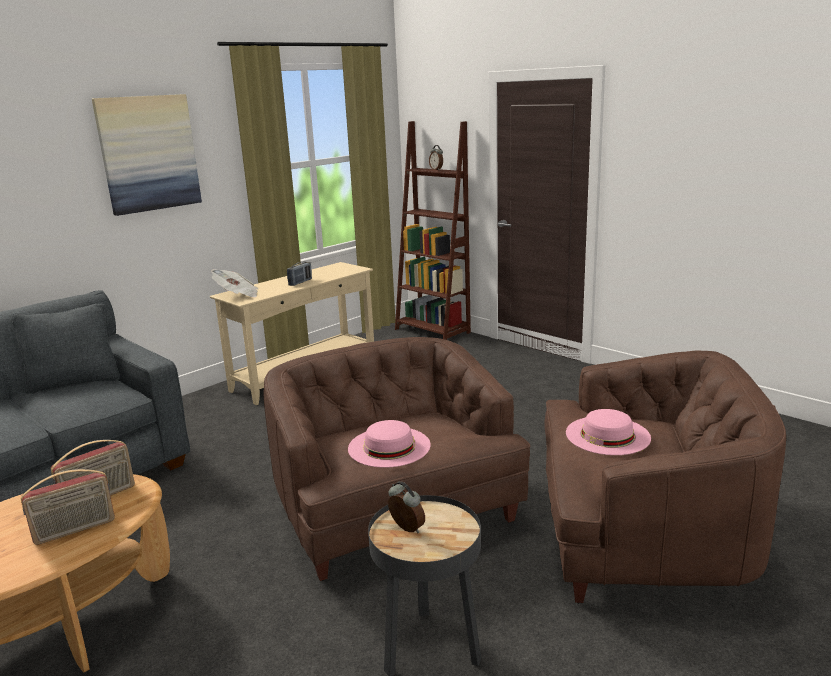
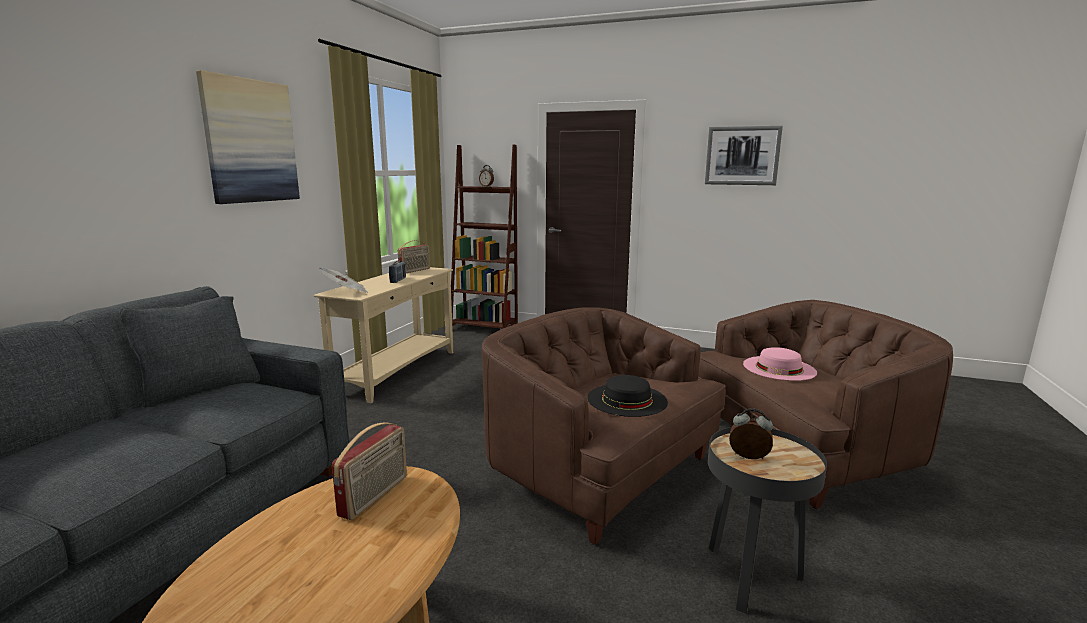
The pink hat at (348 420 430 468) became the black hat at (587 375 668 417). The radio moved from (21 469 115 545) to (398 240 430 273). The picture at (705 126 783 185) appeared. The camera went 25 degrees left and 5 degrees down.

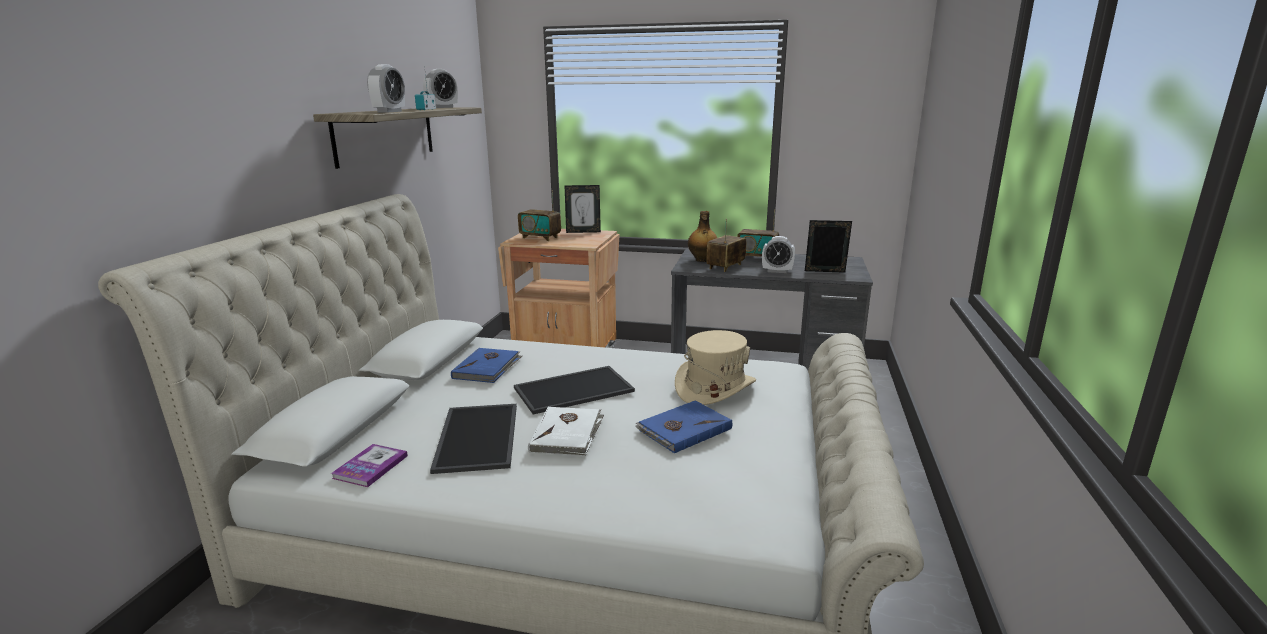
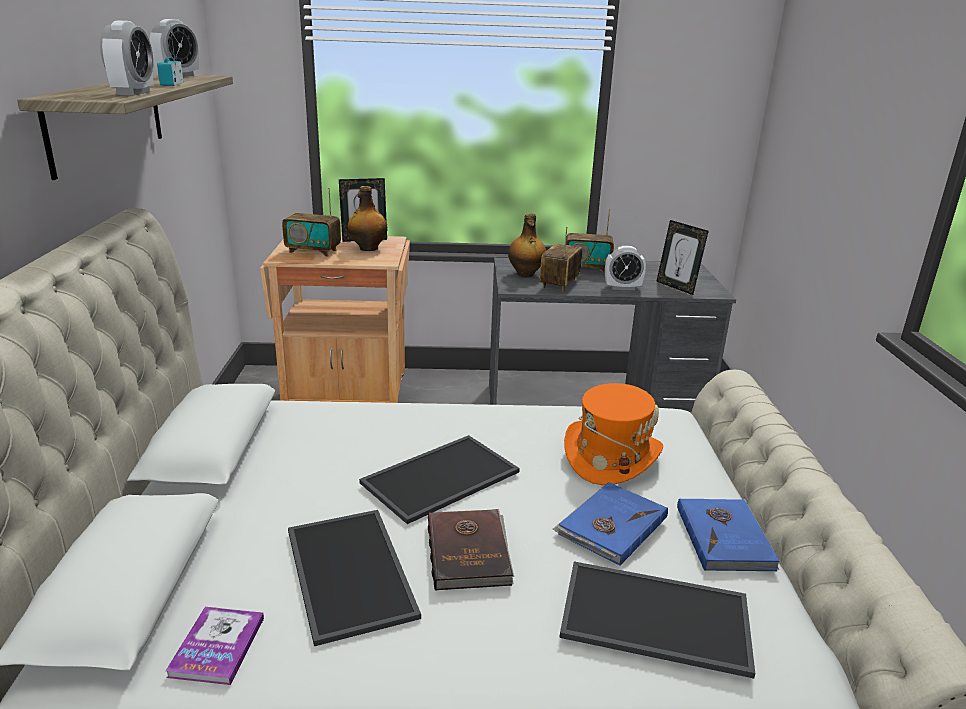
The picture frame at (805 220 852 273) turned 120 degrees counterclockwise. The beige hat at (675 330 756 405) became the orange hat at (564 383 663 485). The blue book moved from (451 348 522 383) to (677 498 781 571). The white book at (528 407 604 457) became the brown book at (428 509 514 591). The bottle at (347 186 387 251) appeared. The tray at (559 561 756 679) appeared. The camera went 15 degrees left and 5 degrees up.

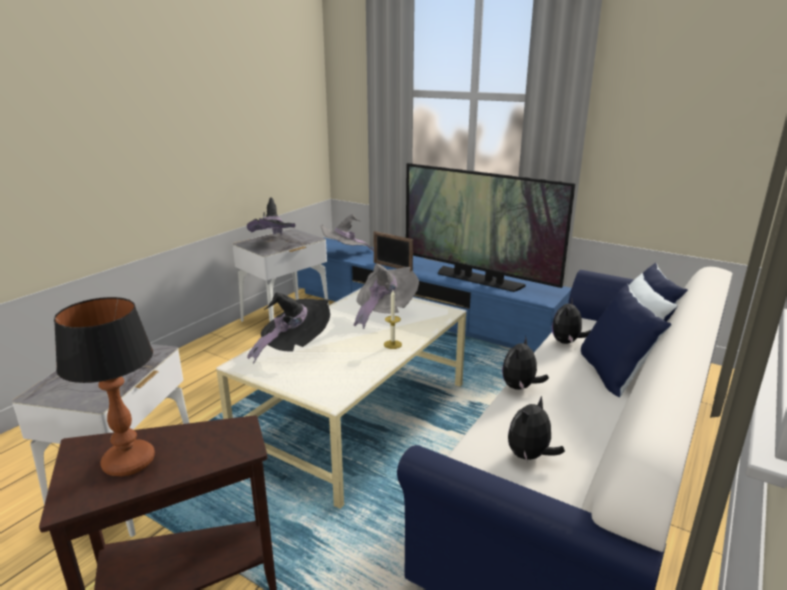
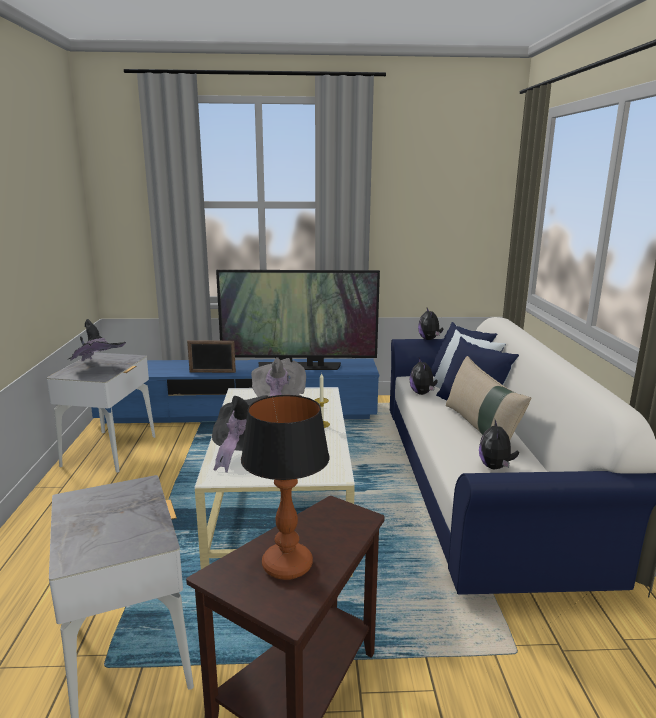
The grey hat at (320 214 374 252) disappeared. The plush toy moved from (502 336 549 390) to (418 308 443 340). The beige pillow at (446 356 531 439) appeared. The camera went 35 degrees left and 5 degrees down.

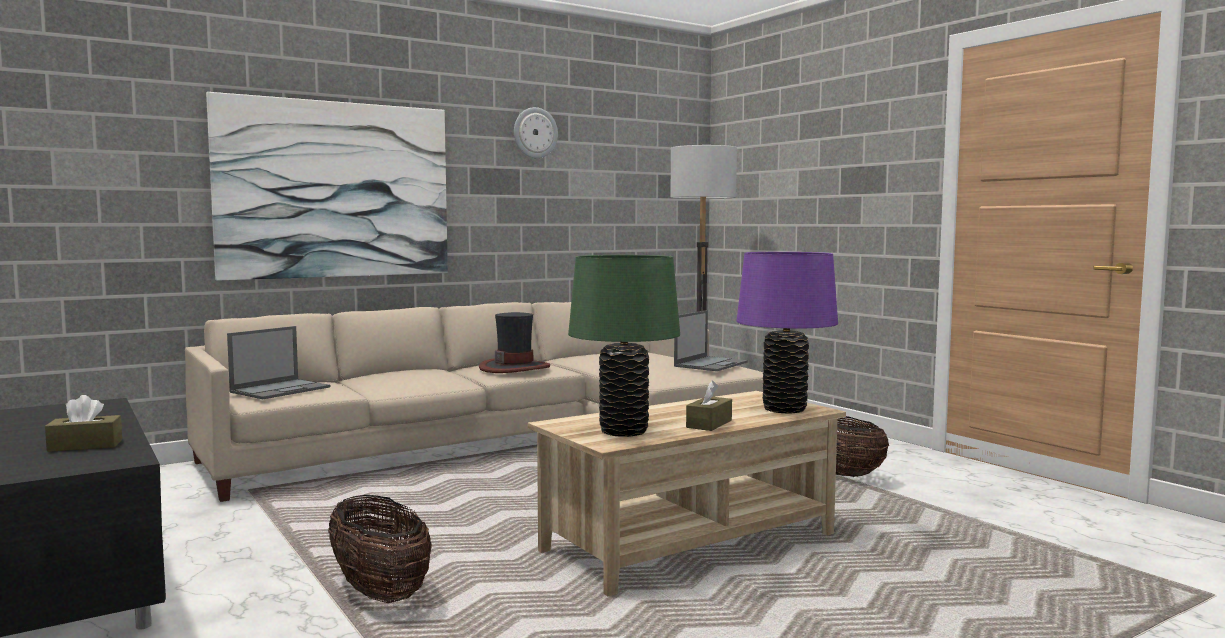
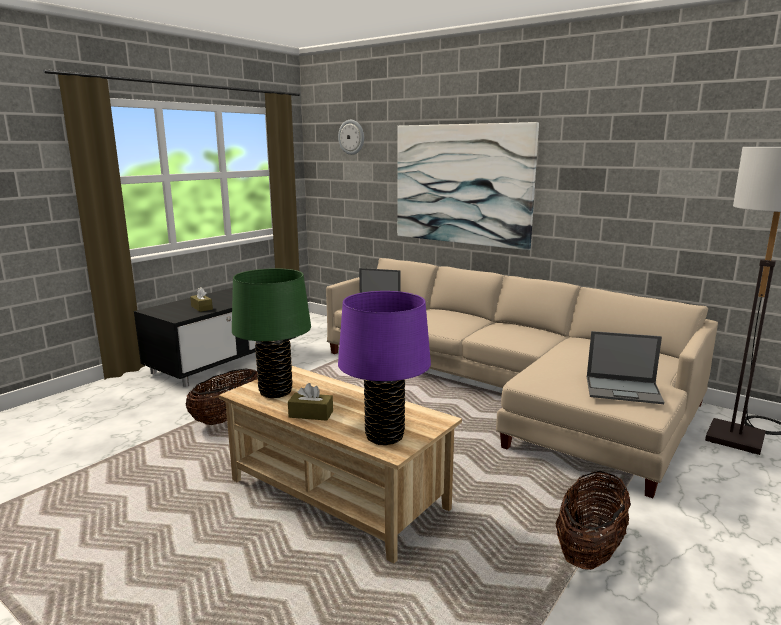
The wall clock moved from (514 107 558 158) to (338 120 364 155). The hat at (479 312 550 373) disappeared. The camera went 70 degrees right and 10 degrees up.

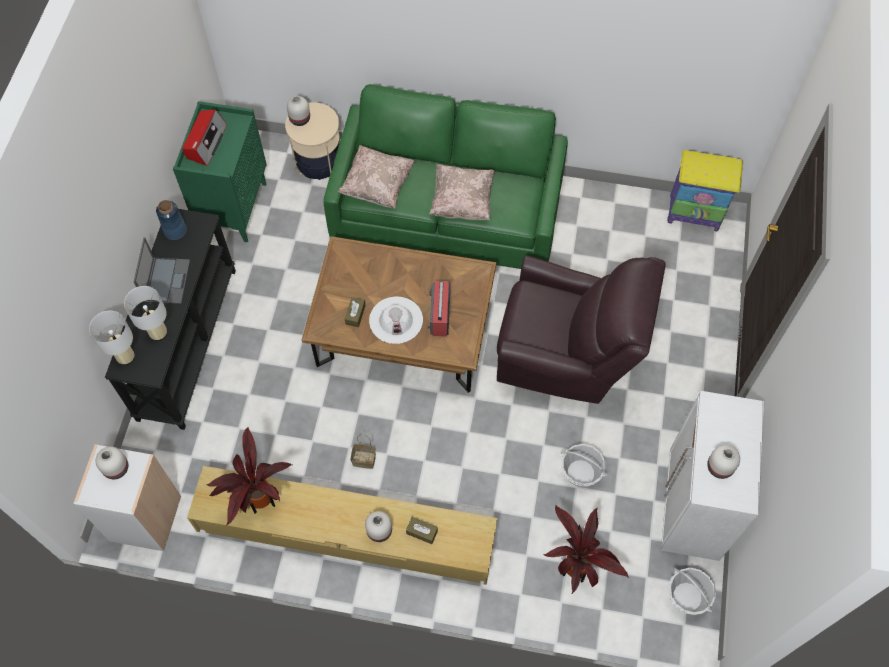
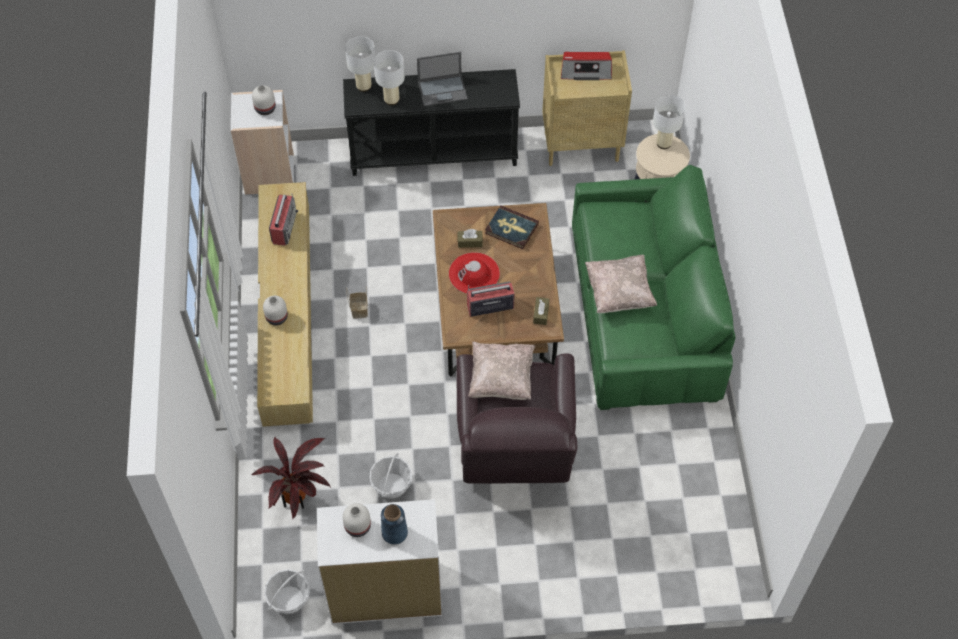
The white vase at (287 96 310 126) was replaced by the white table lamp at (653 95 685 149). The green cabinet at (173 101 267 242) became the beige cabinet at (542 50 632 166). The beige pillow moved from (338 145 415 209) to (468 342 535 400). The nightstand at (667 150 743 231) disappeared. The blue vase moved from (156 200 187 240) to (381 504 408 545). The white hat at (369 297 423 344) became the red hat at (449 252 500 294). The potted plant at (207 426 292 525) was replaced by the radio at (269 194 298 246). The brown tissue box moved from (406 517 438 544) to (533 297 549 325). The book at (485 205 539 249) appeared. The camera went 75 degrees right and 5 degrees down.

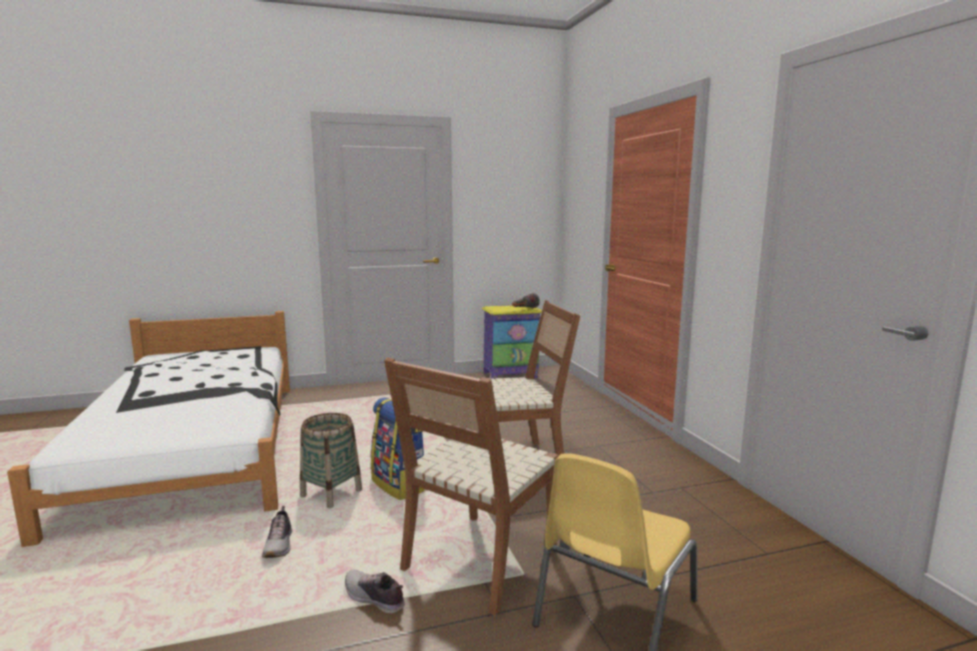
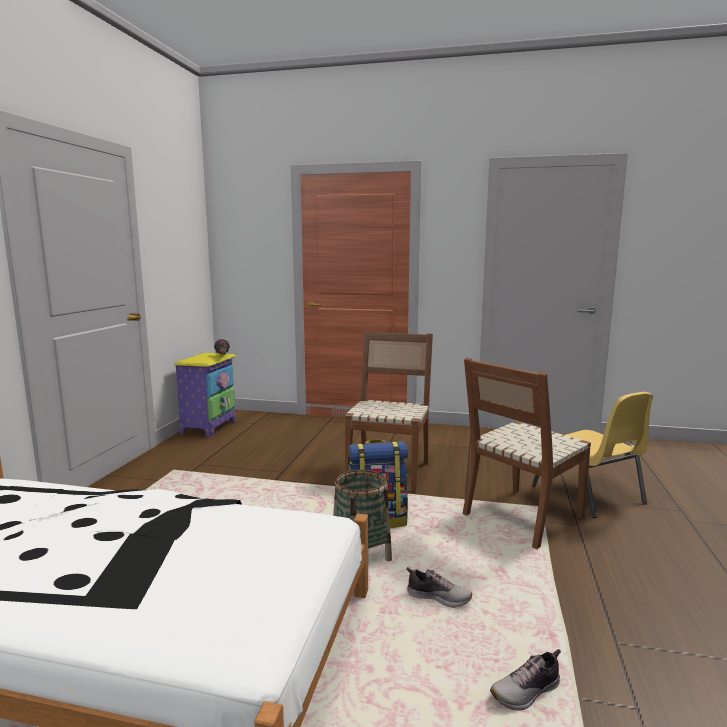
The chair at (384 357 559 616) turned 75 degrees clockwise. The shoe moved from (345 570 405 614) to (490 649 561 711). The camera went 60 degrees left and 0 degrees up.

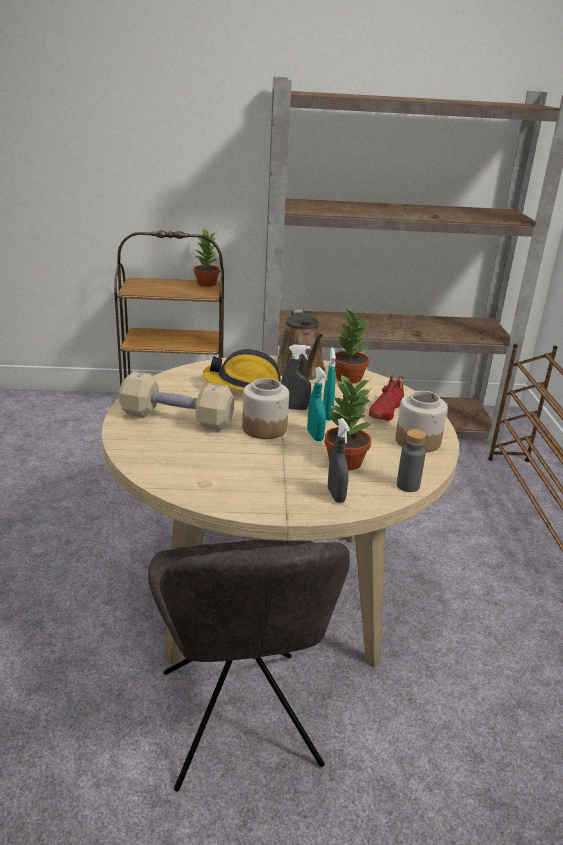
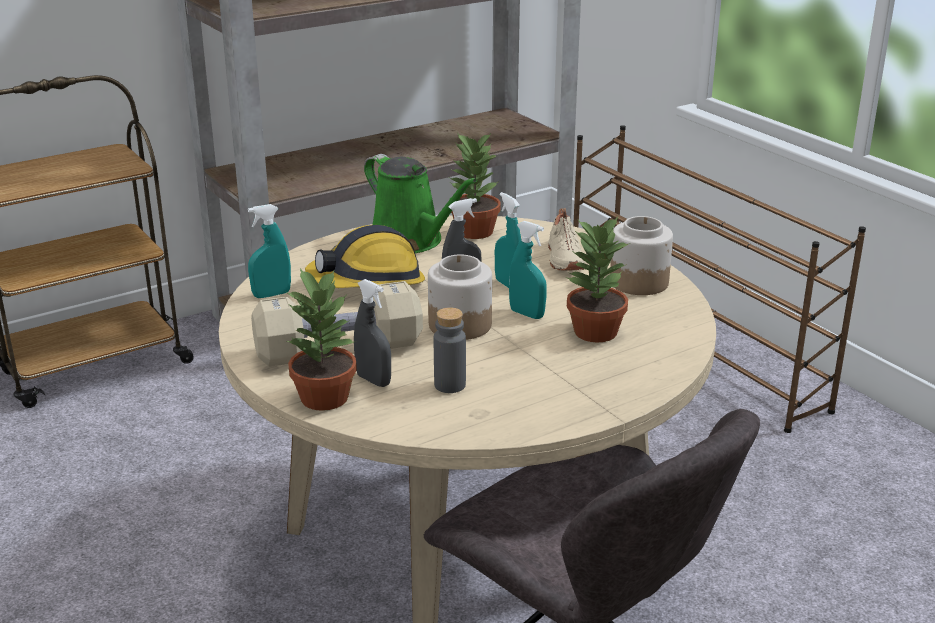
The potted plant moved from (194 228 220 287) to (285 268 357 411). The brown watering can at (277 309 325 380) became the green watering can at (364 154 477 253). The red shoe at (369 374 404 421) became the beige shoe at (548 208 585 271). The grey spray bottle moved from (328 418 350 503) to (354 279 391 387). The grey bottle moved from (397 429 426 492) to (434 307 466 393). The turquoise spray bottle at (248 204 291 298) appeared. The camera went 30 degrees left and 0 degrees up.

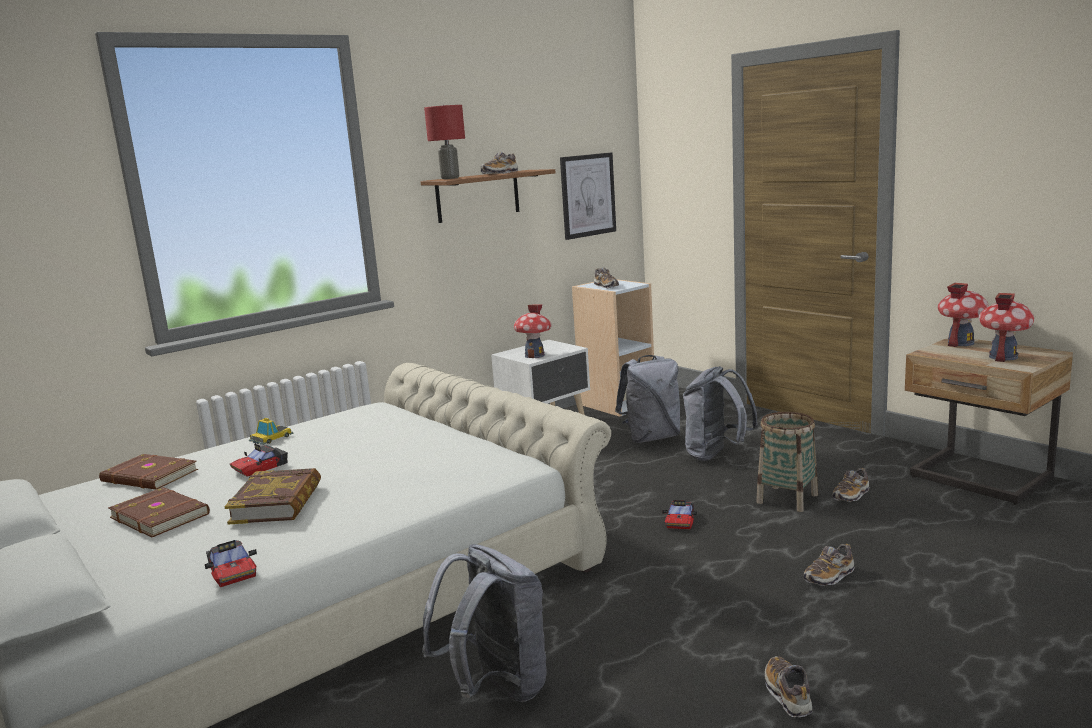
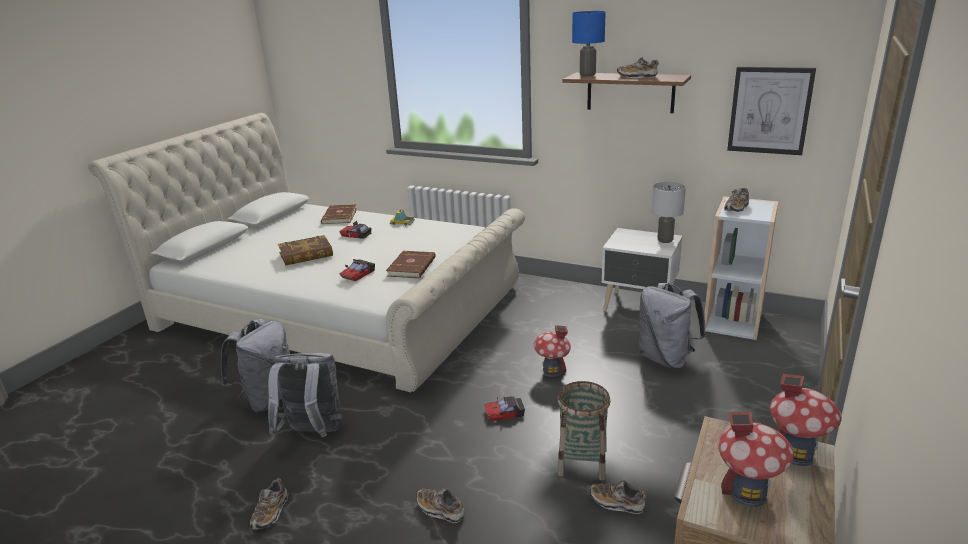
The red table lamp at (424 105 465 179) became the blue table lamp at (572 11 606 76). The toy house moved from (514 305 552 358) to (534 325 571 377). The grey backpack moved from (683 366 759 461) to (268 353 342 437). The brown book moved from (108 487 210 537) to (386 251 436 278). The toy car moved from (205 540 257 587) to (340 259 375 281). The shoe at (765 656 813 717) turned 135 degrees clockwise. The white table lamp at (652 182 686 243) appeared. The camera went 65 degrees right and 10 degrees up.

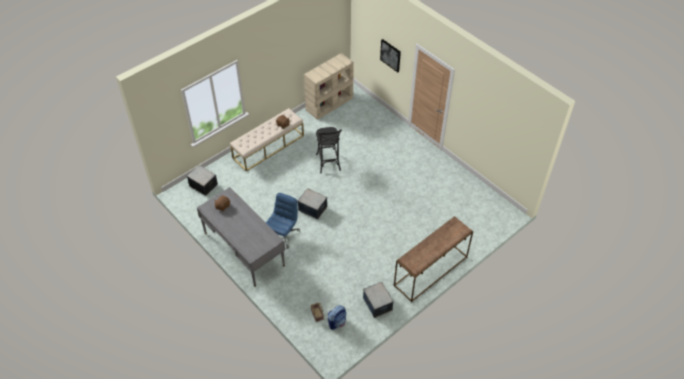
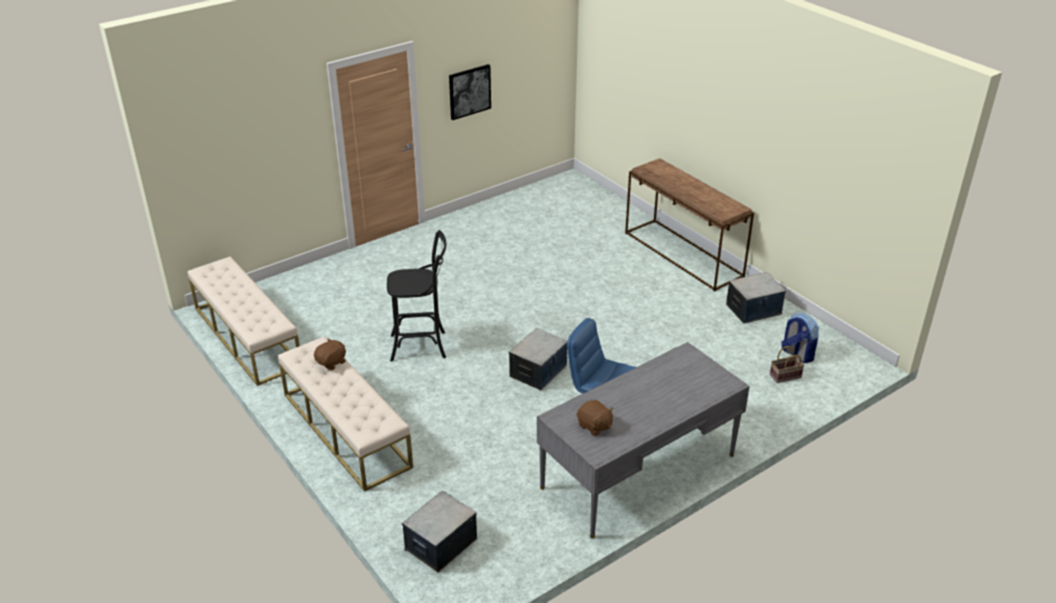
The picture moved from (380 39 401 72) to (449 64 491 120). The beige bookcase at (304 53 354 120) was replaced by the beige bench at (188 256 300 386). The camera went 85 degrees left and 15 degrees down.

